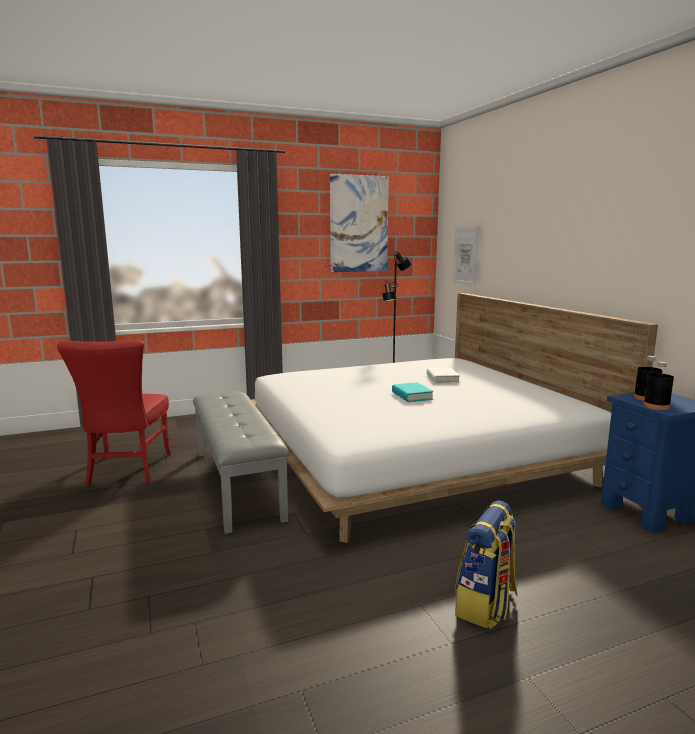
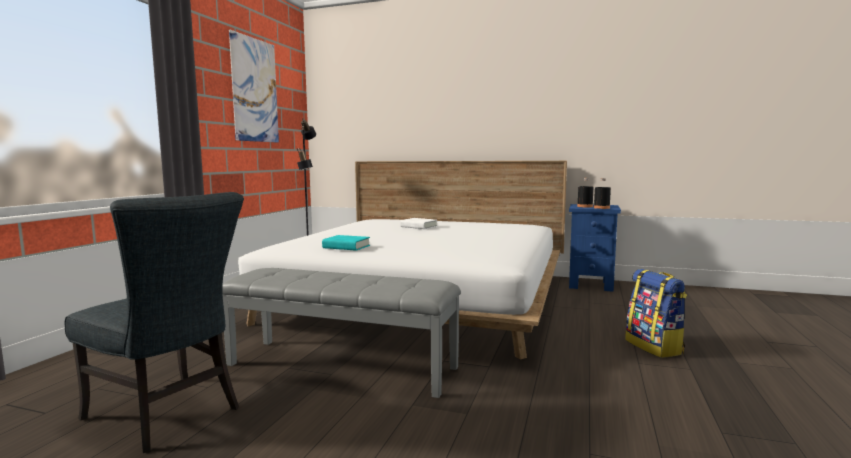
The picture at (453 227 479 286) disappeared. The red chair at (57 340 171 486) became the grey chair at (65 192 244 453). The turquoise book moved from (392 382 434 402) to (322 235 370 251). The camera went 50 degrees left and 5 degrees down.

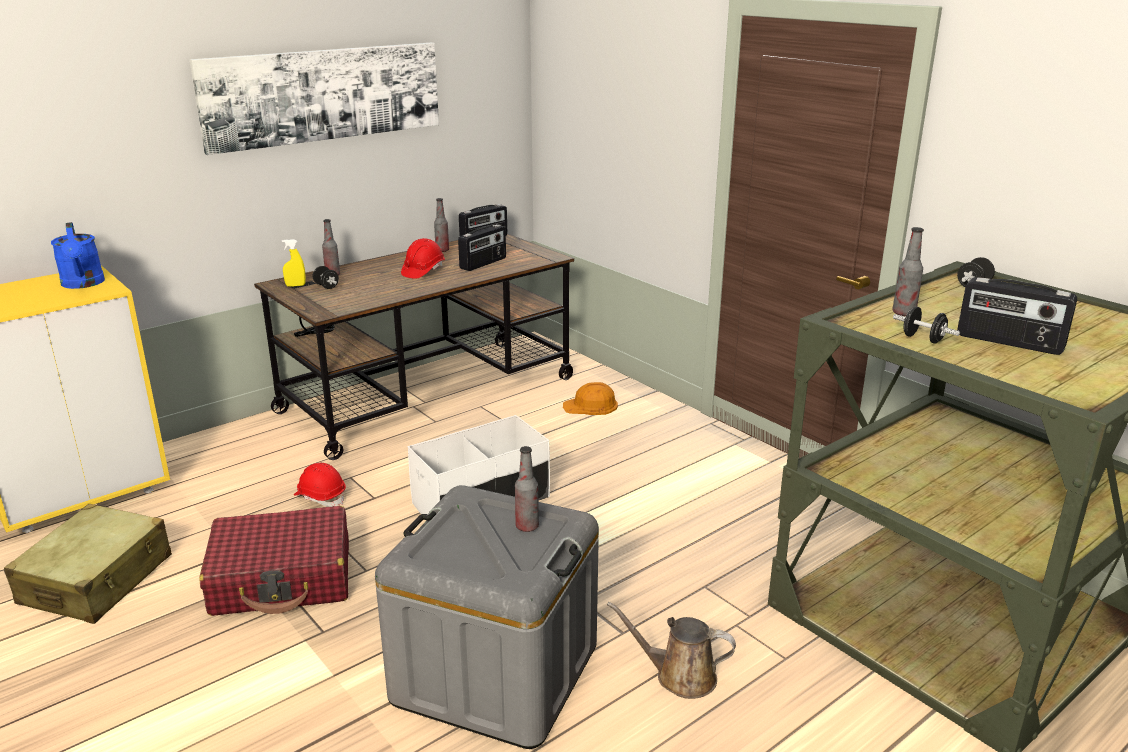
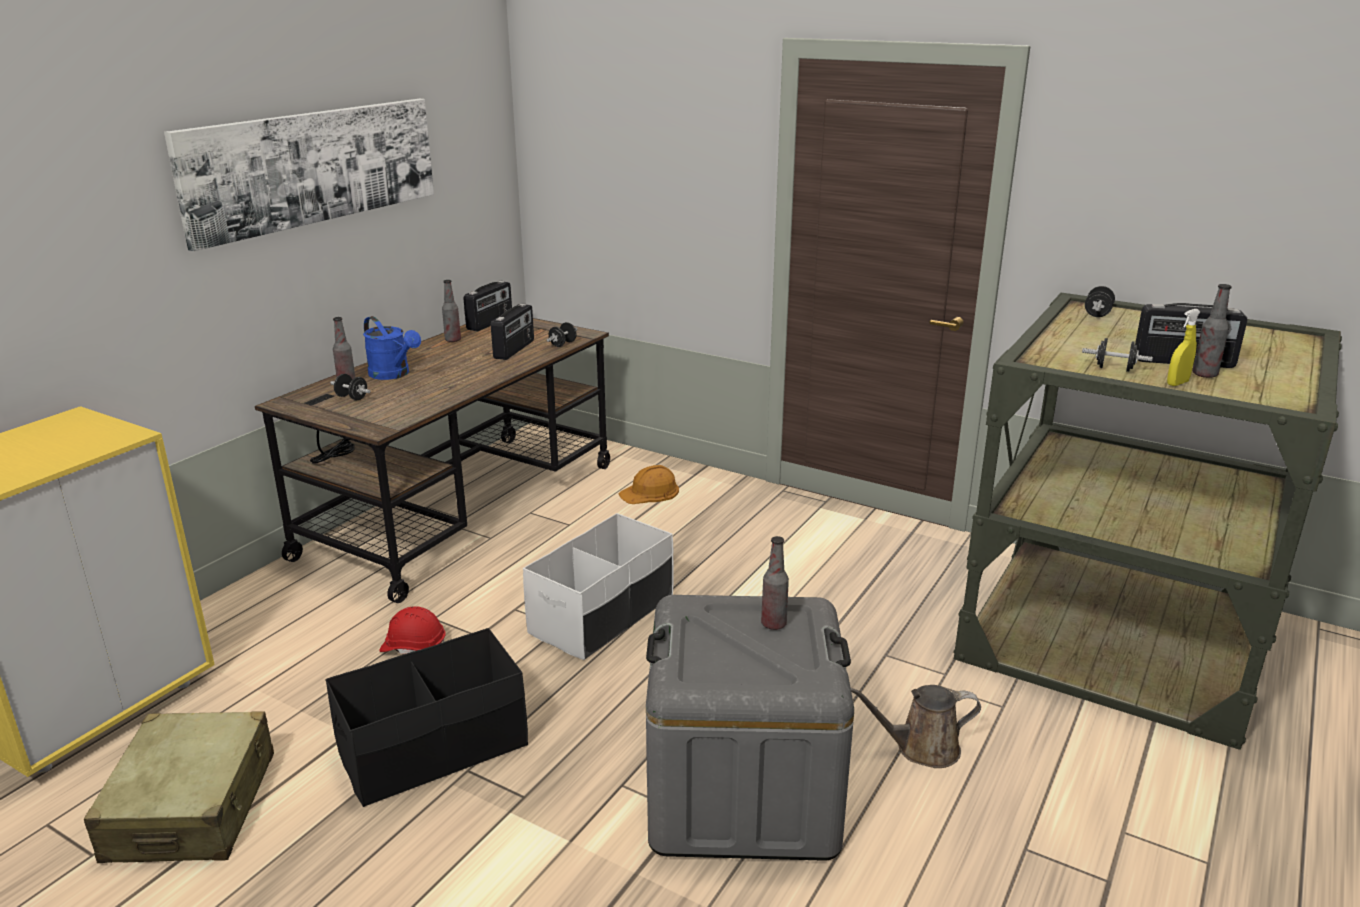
The blue watering can moved from (51 222 105 289) to (363 316 421 380). The bottle moved from (892 227 924 316) to (1192 284 1232 378). The red hard hat at (401 238 445 279) disappeared. The yellow spray bottle moved from (282 239 306 287) to (1167 309 1200 386). The red suitcase at (199 506 349 616) was replaced by the black storage box at (325 628 528 807). The black dumbbell at (547 322 577 347) appeared. The camera went 20 degrees left and 0 degrees up.

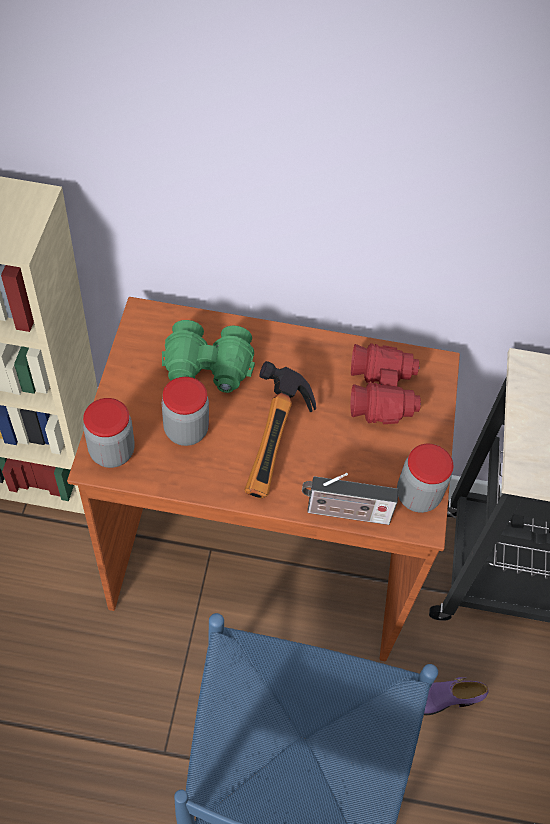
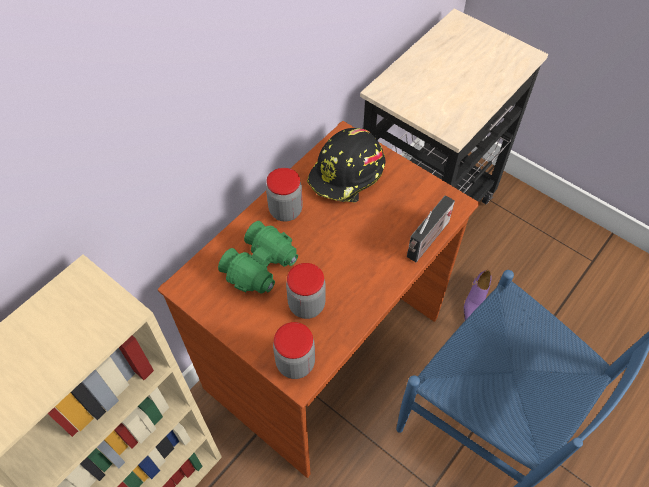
The red binoculars at (351 343 421 424) was replaced by the black hard hat at (307 128 385 203). The hammer at (244 361 316 499) disappeared. The jar moved from (397 444 453 513) to (266 168 303 222). The camera went 55 degrees left and 0 degrees up.

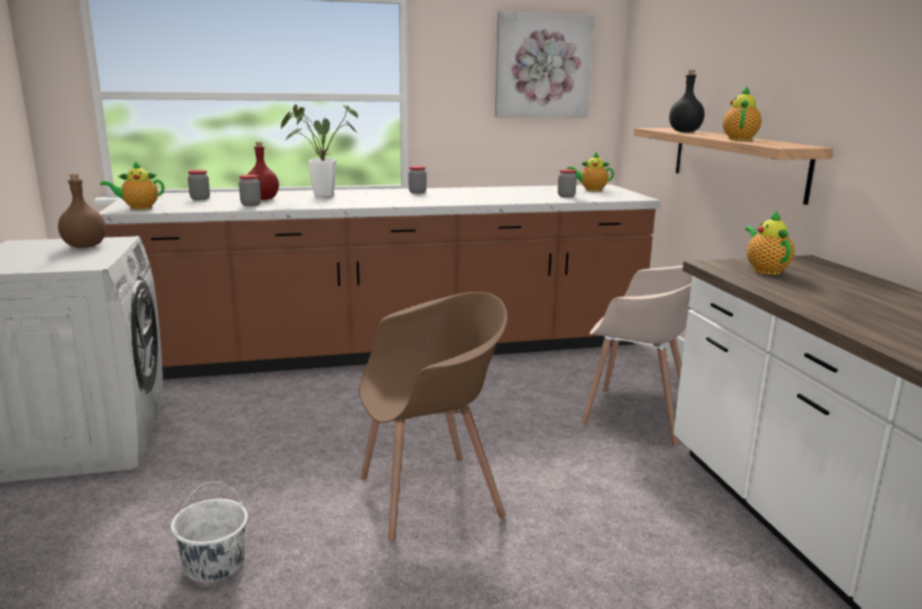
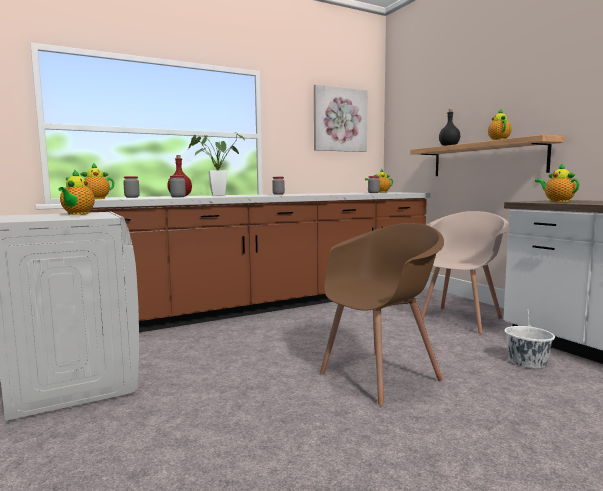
The brown bottle at (58 174 106 248) was replaced by the teapot at (58 169 95 215). The beige chair at (581 265 692 446) turned 60 degrees counterclockwise. The white bucket moved from (171 482 248 582) to (504 312 555 369). The camera went 15 degrees left and 10 degrees down.

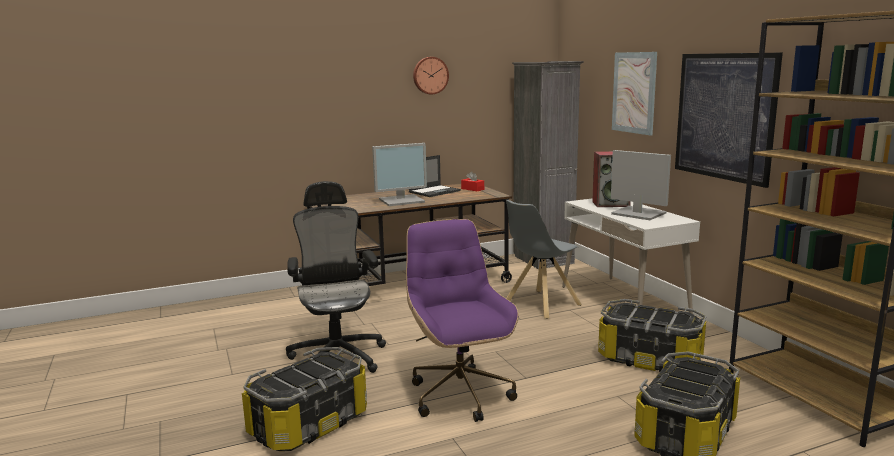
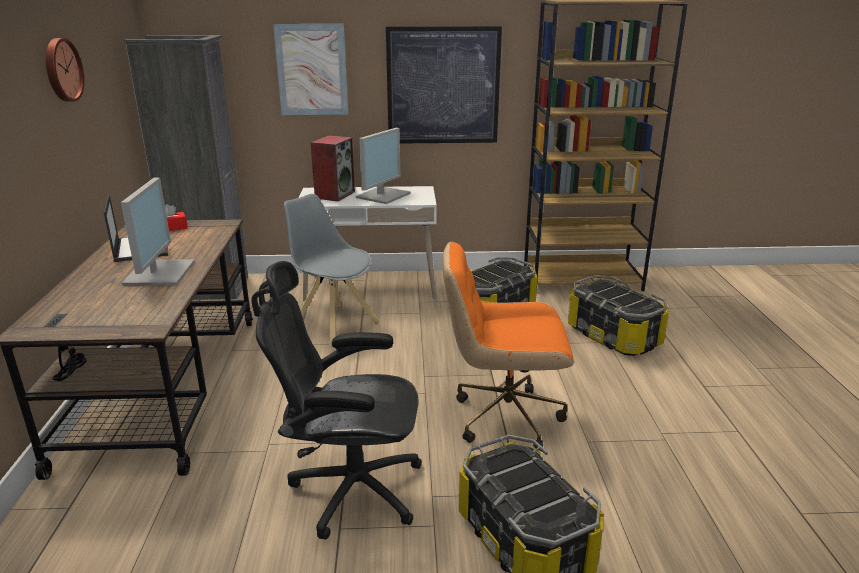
The monitor at (611 150 671 220) turned 150 degrees clockwise. The grey chair at (506 200 582 319) turned 150 degrees clockwise. The purple office chair at (406 219 519 422) became the orange office chair at (443 241 574 451). The camera went 70 degrees left and 10 degrees up.

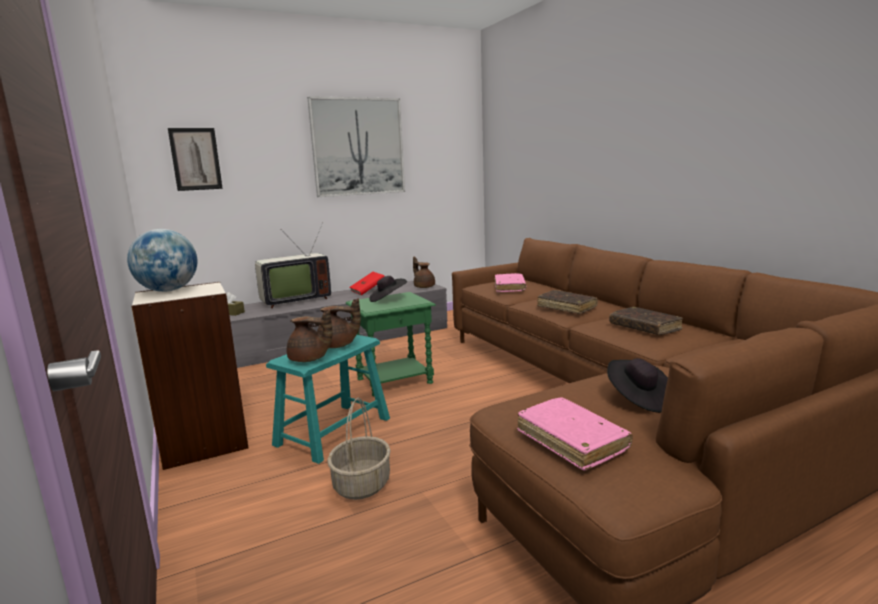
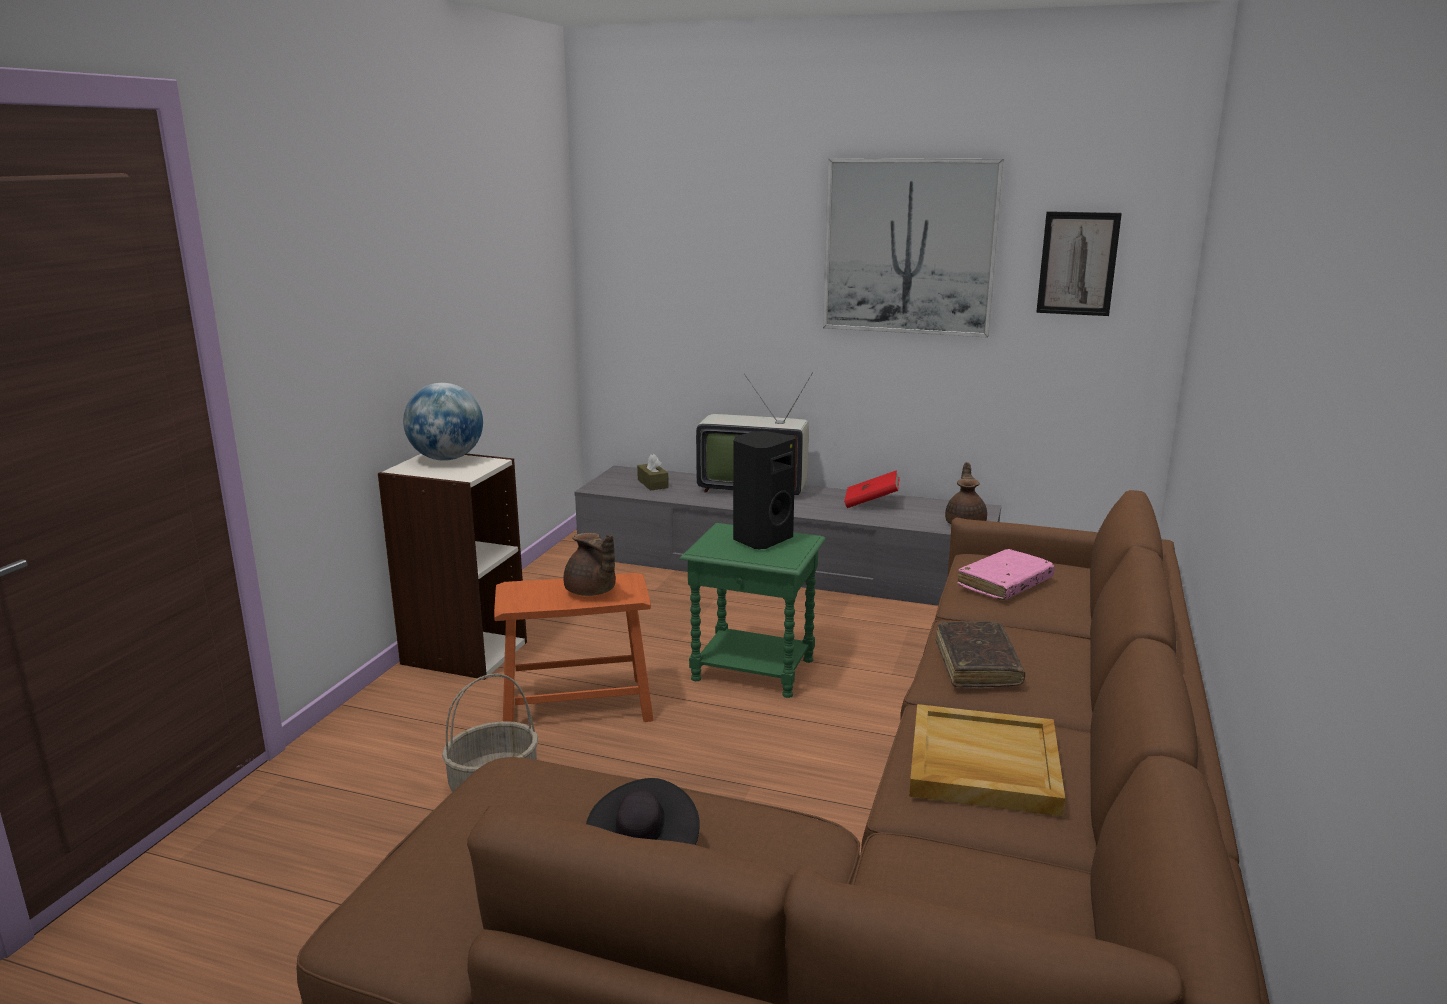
The picture moved from (168 128 223 191) to (1036 211 1122 316). The black hat at (370 276 407 302) was replaced by the black speaker at (733 431 796 549). The brown book at (609 307 683 335) was replaced by the beige tray at (909 704 1065 817). The brown teapot at (287 310 332 362) disappeared. The turquoise stool at (266 335 390 464) became the orange stool at (494 573 654 722). The pink book at (517 397 633 471) disappeared. The camera went 45 degrees right and 5 degrees up.

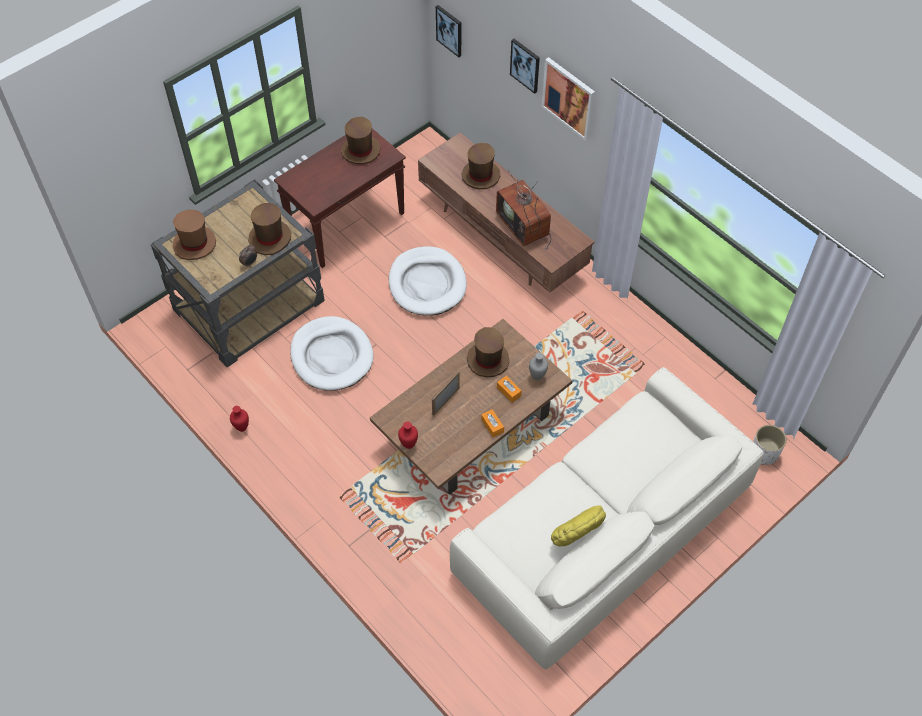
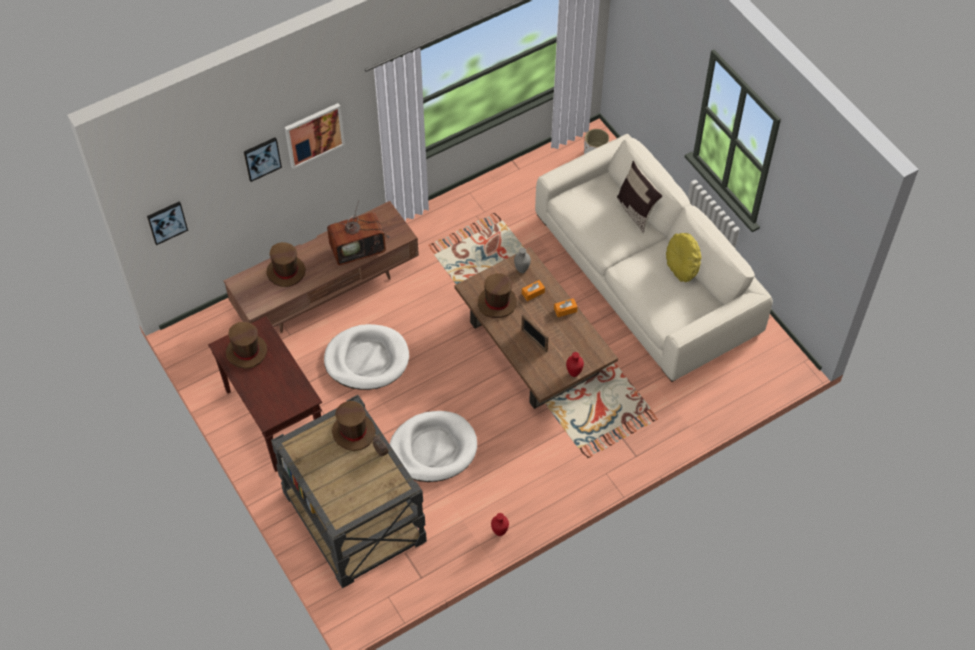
The brown hat at (173 210 216 260) disappeared. The pillow at (617 161 662 233) appeared. The camera went 80 degrees left and 0 degrees up.

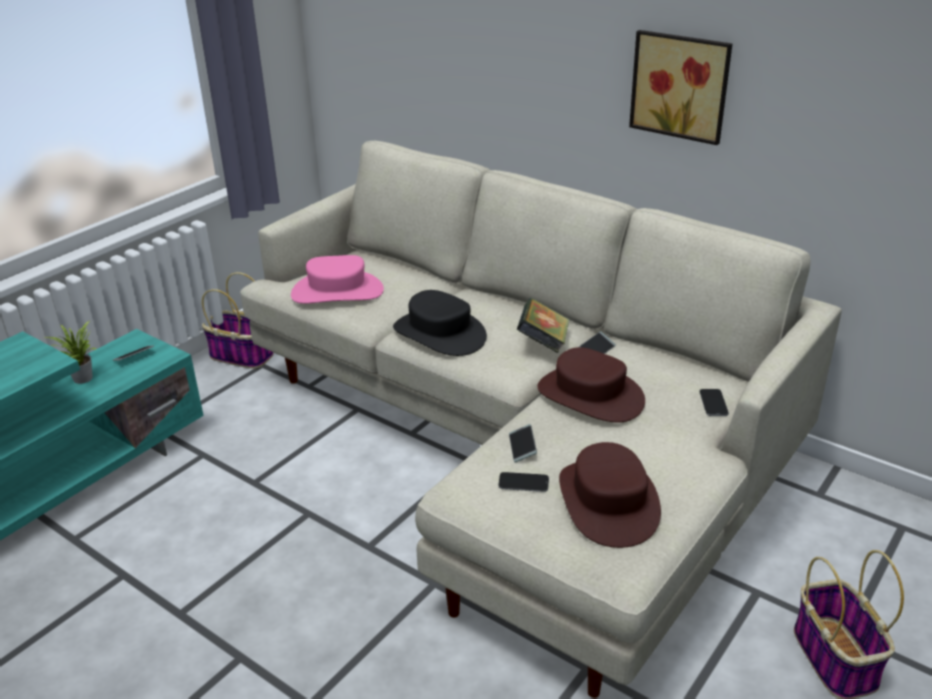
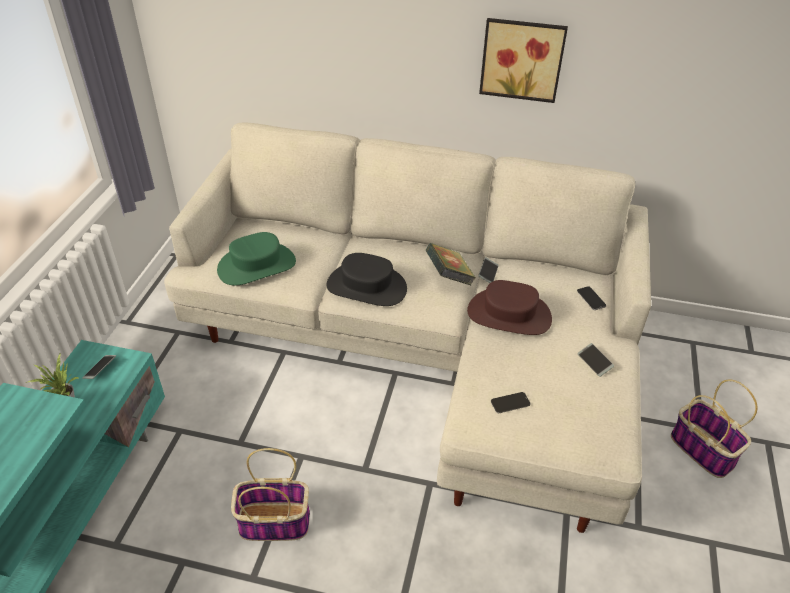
The pink hat at (291 255 384 304) became the green hat at (217 232 296 286). The basket moved from (202 272 274 369) to (231 448 310 541). The phone moved from (509 424 537 463) to (577 343 614 377). The brown hat at (559 442 661 548) disappeared. The camera went 25 degrees left and 10 degrees up.

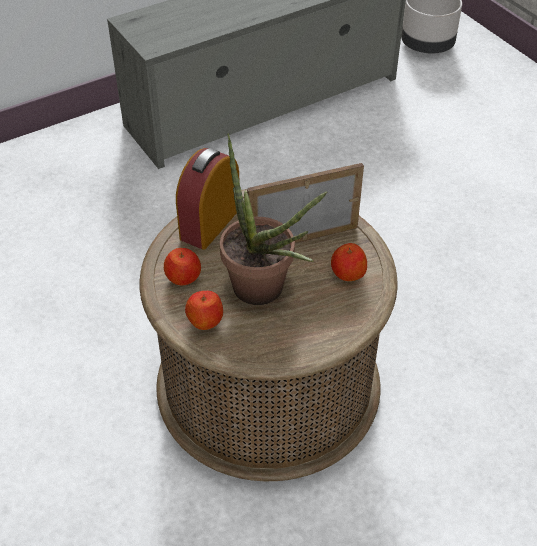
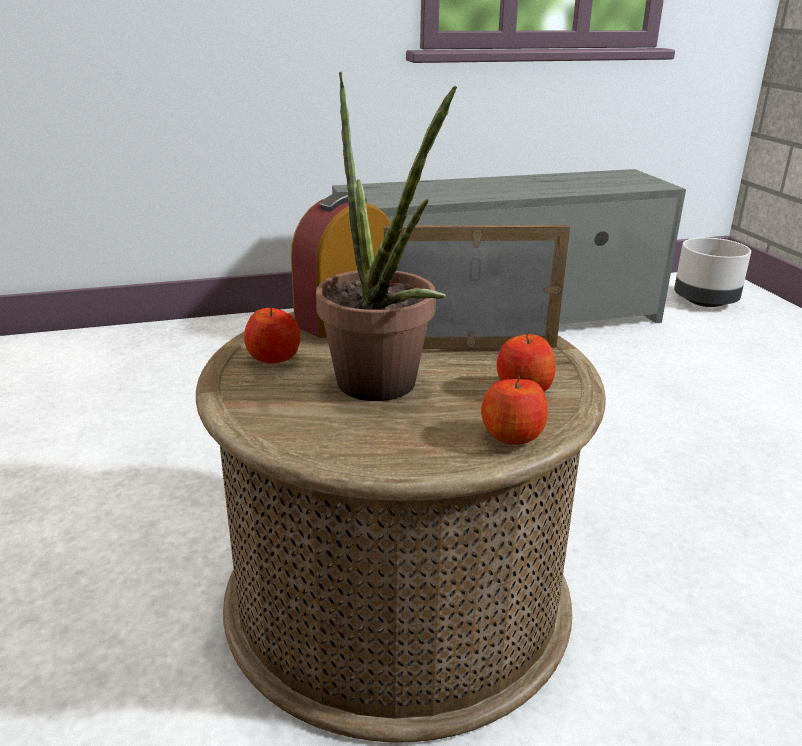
The apple moved from (185 291 223 330) to (481 375 548 445). The camera went 15 degrees right and 20 degrees down.

